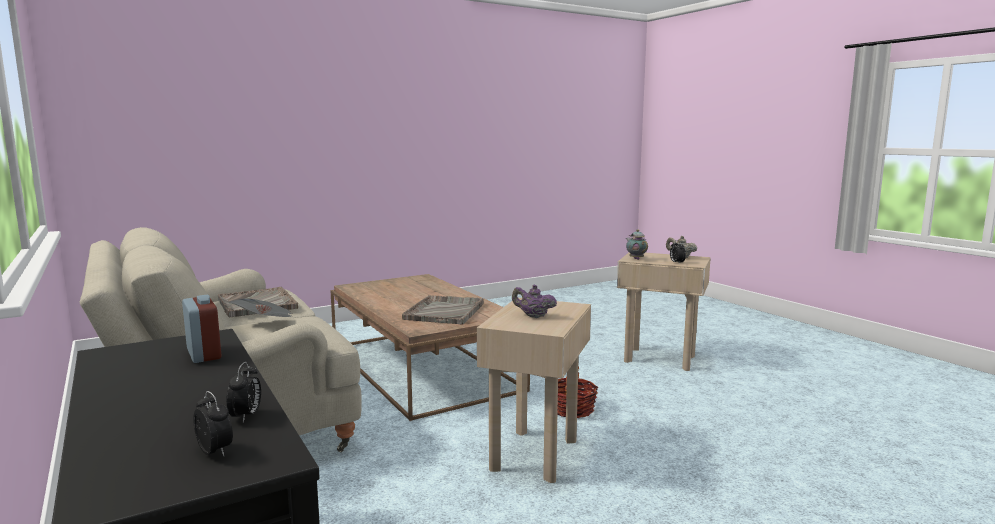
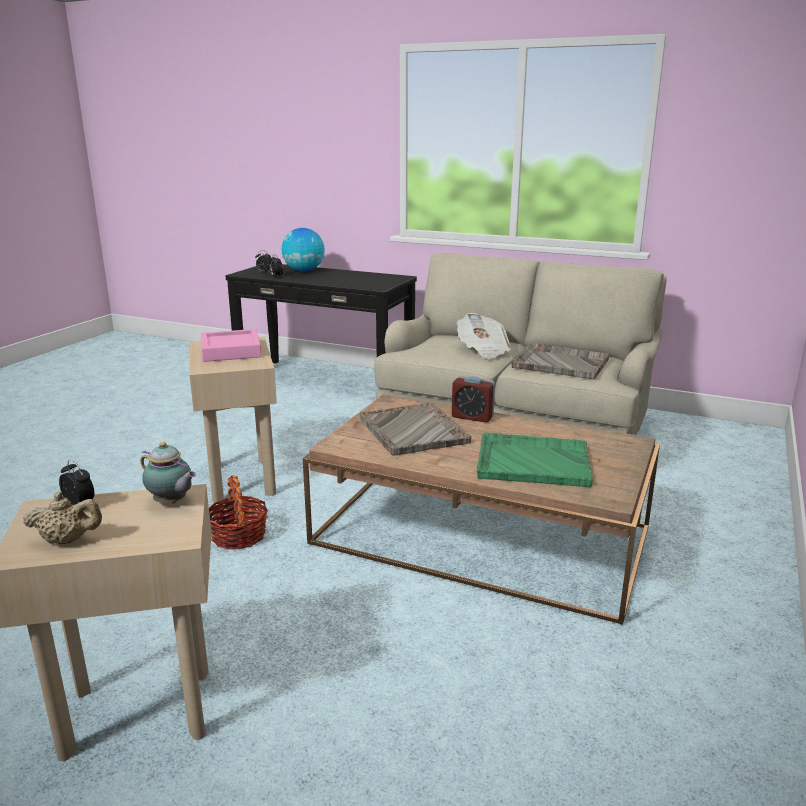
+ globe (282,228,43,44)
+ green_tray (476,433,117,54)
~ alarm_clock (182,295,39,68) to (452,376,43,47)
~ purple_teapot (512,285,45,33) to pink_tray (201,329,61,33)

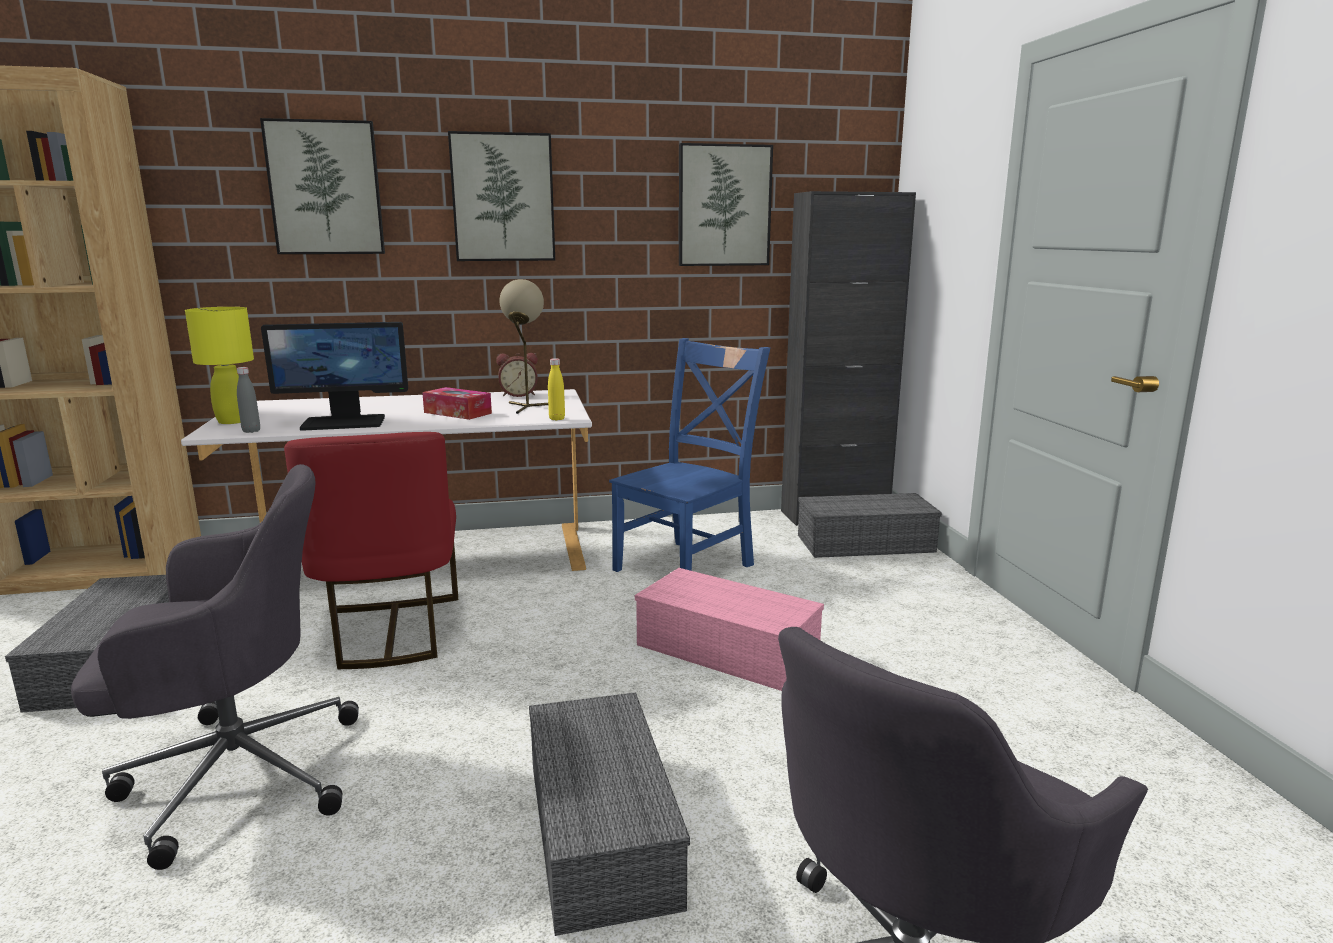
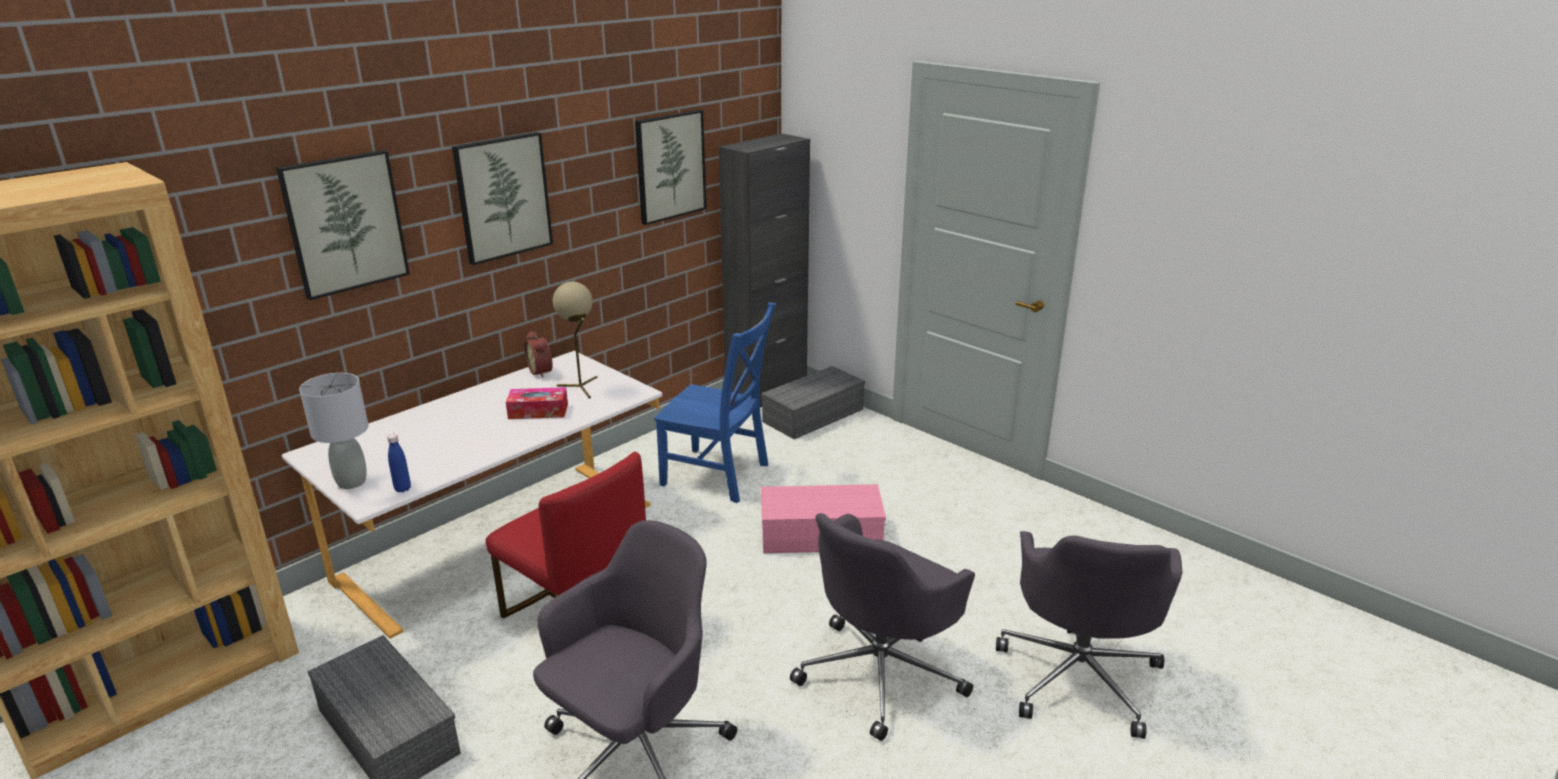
- monitor (261,322,147,109)
- yellow_bottle (548,358,17,62)
~ grey_storage_box (529,692,161,244) to grey_office_chair (790,513,185,228)
~ yellow_table_lamp (185,307,69,117) to grey_table_lamp (299,373,70,116)
~ grey_bottle (237,367,23,66) to blue_bottle (387,434,24,58)
~ alarm_clock (496,353,42,44) = (524,331,29,47) 105 degrees clockwise
~ blue_chair (609,338,161,234) = (654,303,122,200) 105 degrees clockwise

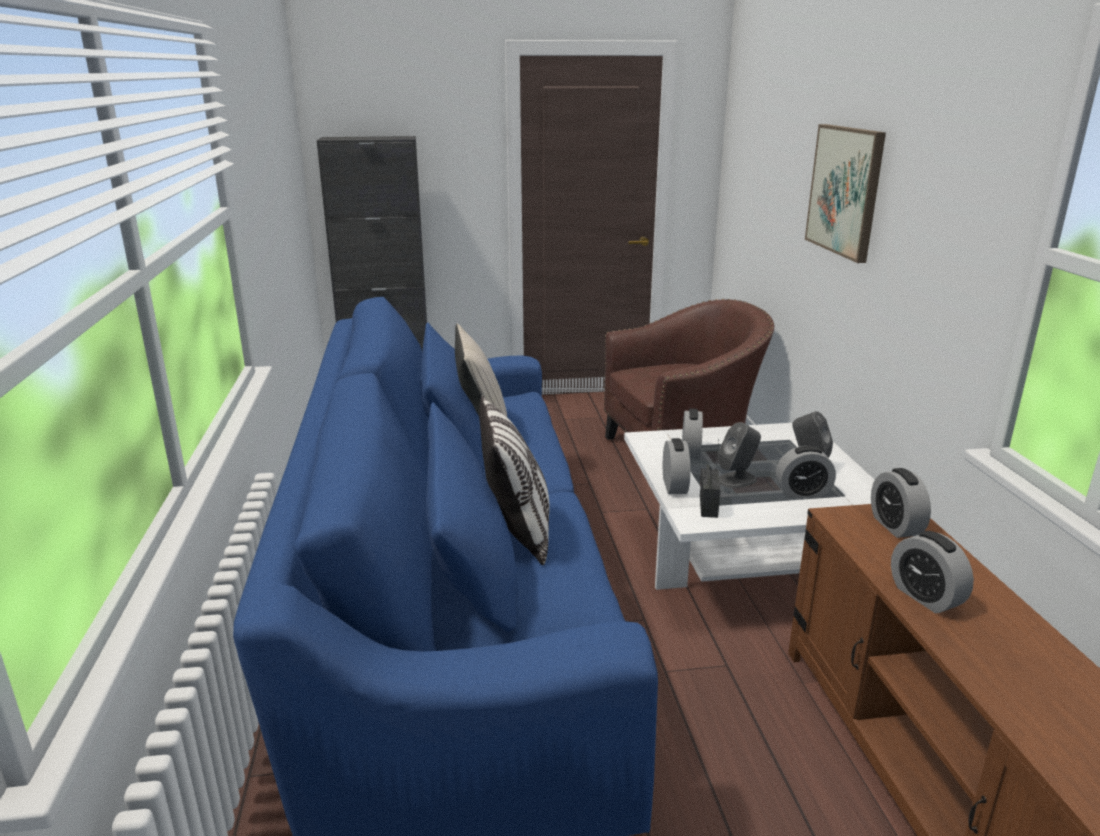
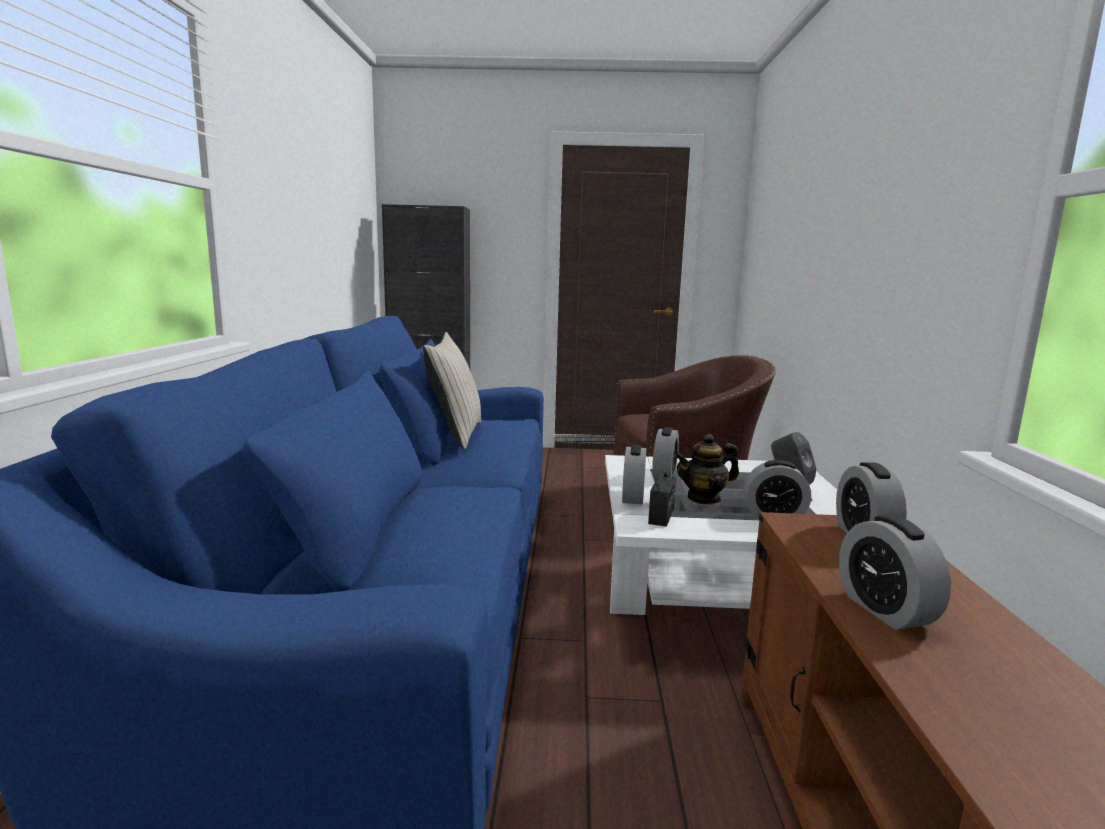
- pillow (479,395,70,170)
- picture (805,124,81,139)
~ grey_speaker (718,422,43,66) to teapot (675,434,64,71)

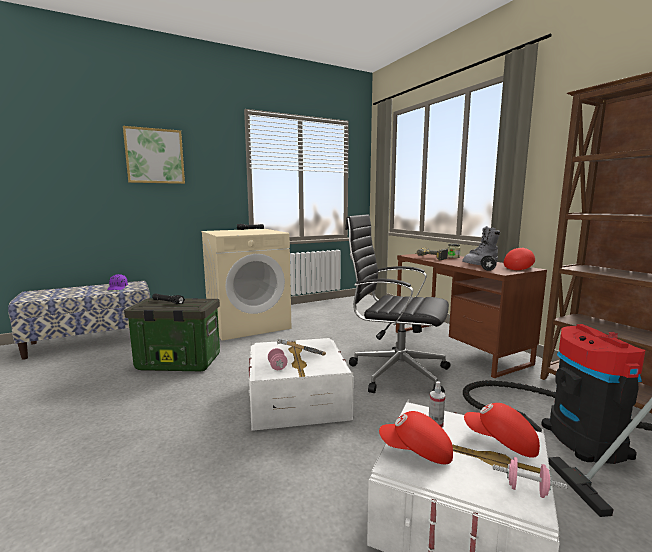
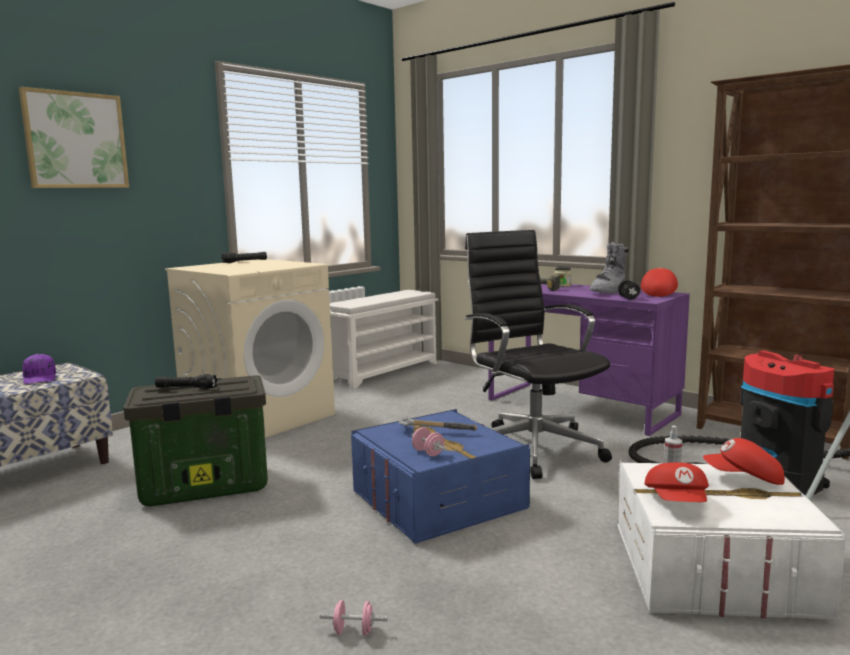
+ white_shoe_rack (330,290,108,99)
~ pink_dumbbell (493,457,74,41) to (319,600,69,36)
~ white_storage_box (249,337,105,94) to blue_storage_box (351,409,179,135)
~ brown_desk (396,254,151,124) to purple_desk (488,284,202,152)
~ black_office_chair (345,214,105,179) = (465,230,147,249) 60 degrees clockwise
~ red_cap (379,411,74,53) = (644,462,65,40) 75 degrees counterclockwise

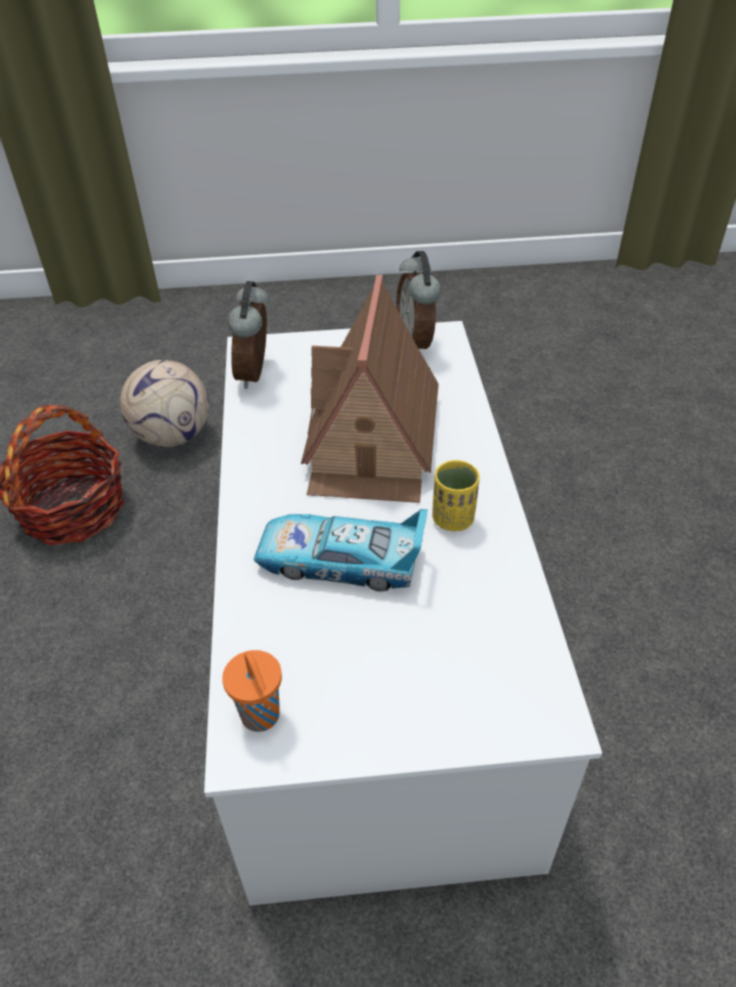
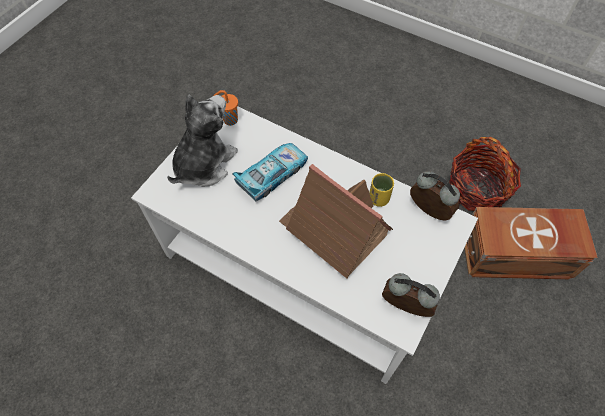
+ plush_toy (167,95,71,92)
~ yellow_cup (432,460,48,71) to (369,173,25,34)
~ football (120,360,89,87) to brown_storage_box (464,207,134,73)

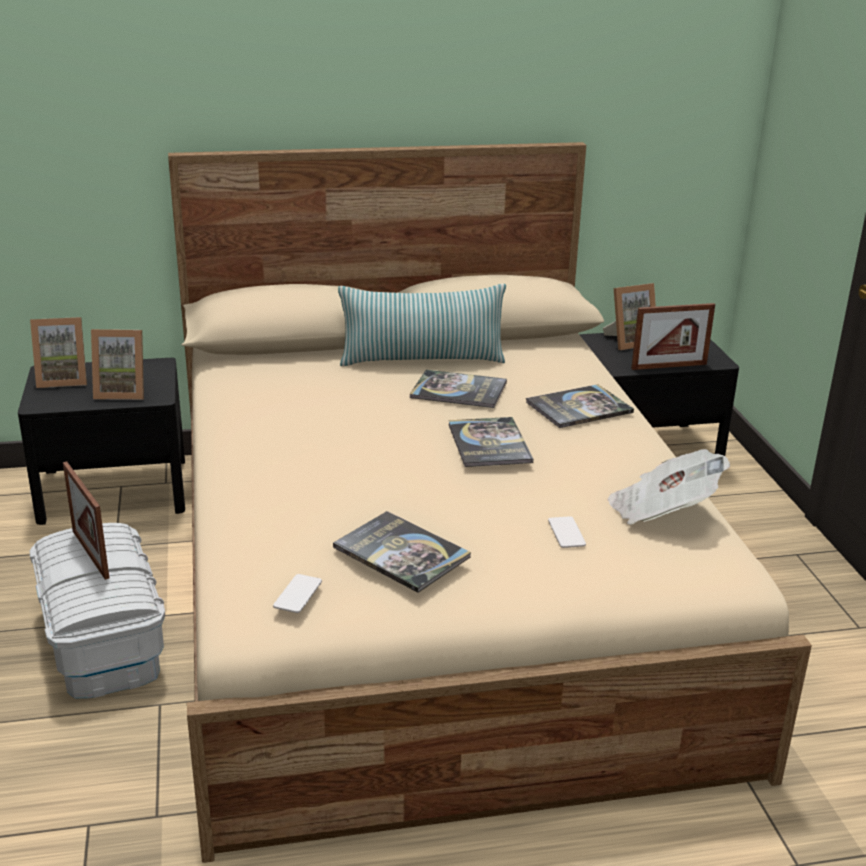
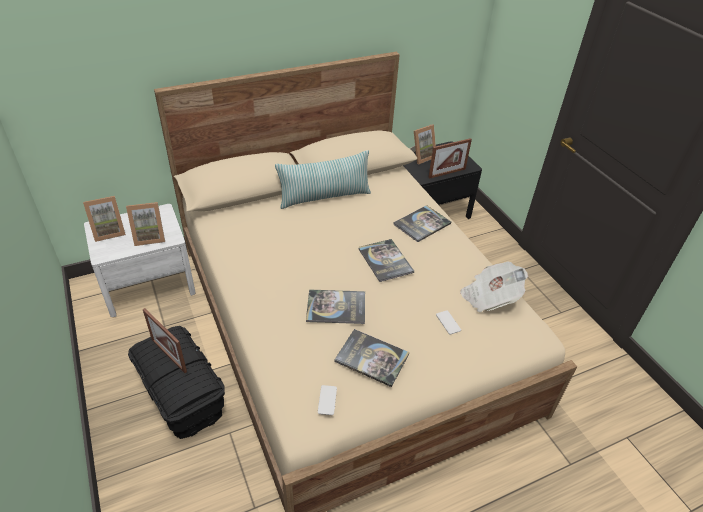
~ book (410,370,97,38) to (306,289,59,35)
~ black_nightstand (18,358,167,167) to white_nightstand (84,204,112,113)
~ white_storage_box (30,523,135,176) to black_storage_box (128,326,97,113)

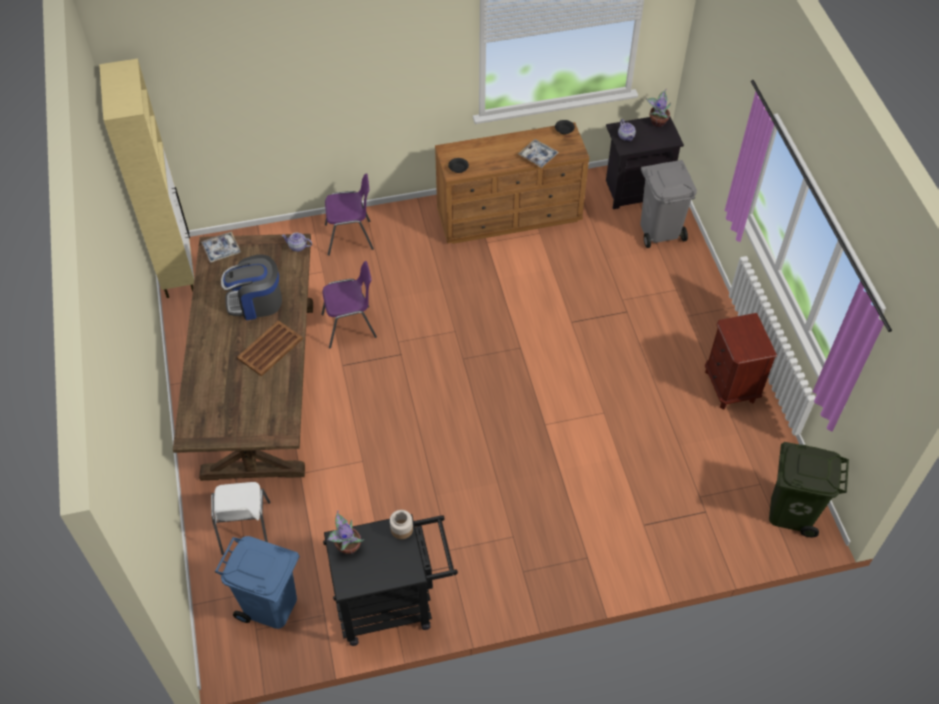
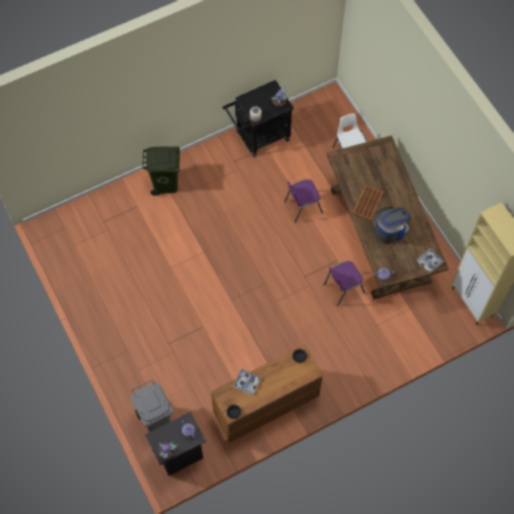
- blue_trash_can (215,536,84,93)
- brown_nightstand (705,313,72,96)
~ purple_chair (325,173,49,83) to (285,179,38,44)
~ green_trash_can (769,442,80,95) to (142,146,38,50)

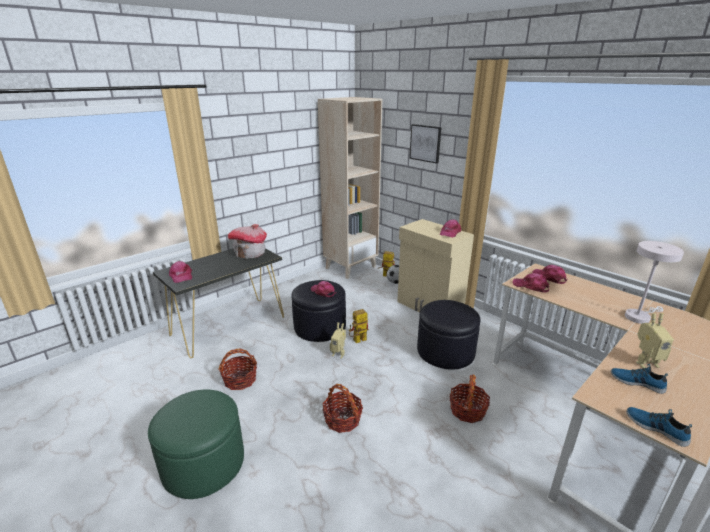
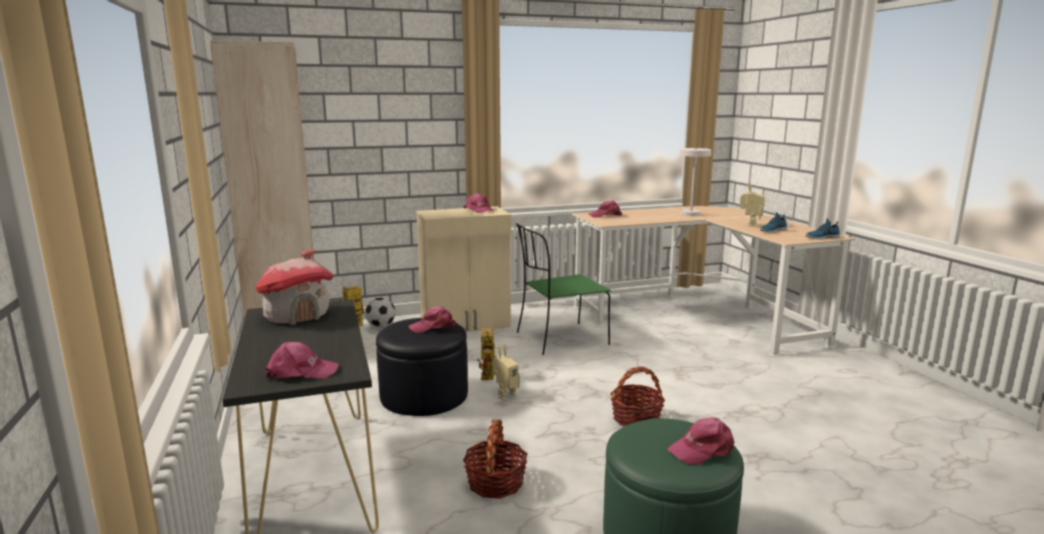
- picture (409,124,33,40)
- basket (450,374,40,49)
~ pink_cap (512,273,38,20) to (667,417,68,48)
~ black_ottoman (417,300,63,70) to green_chair (516,223,95,132)

